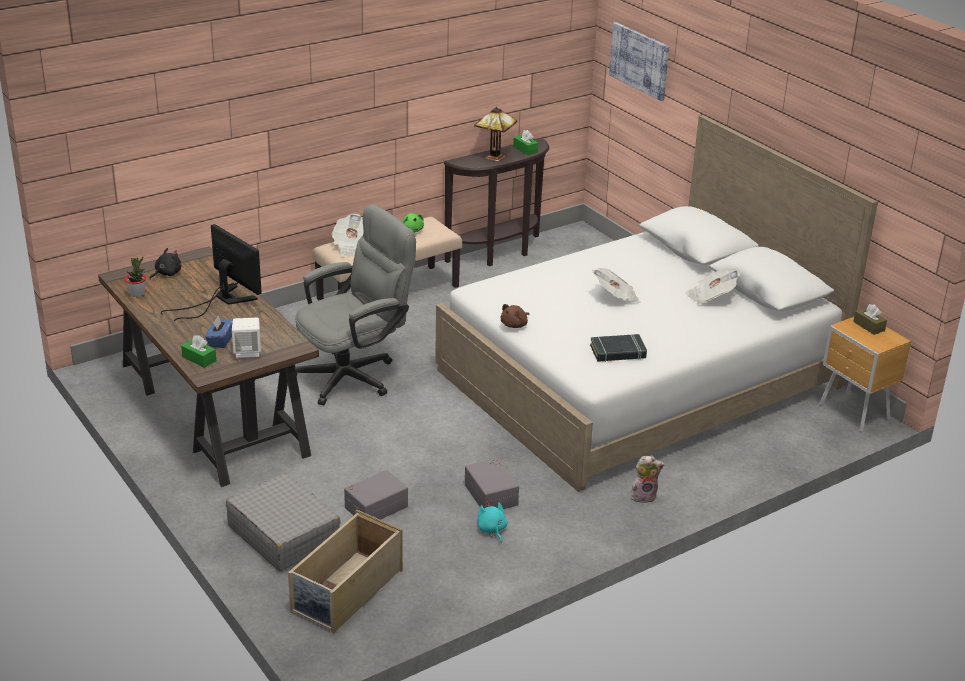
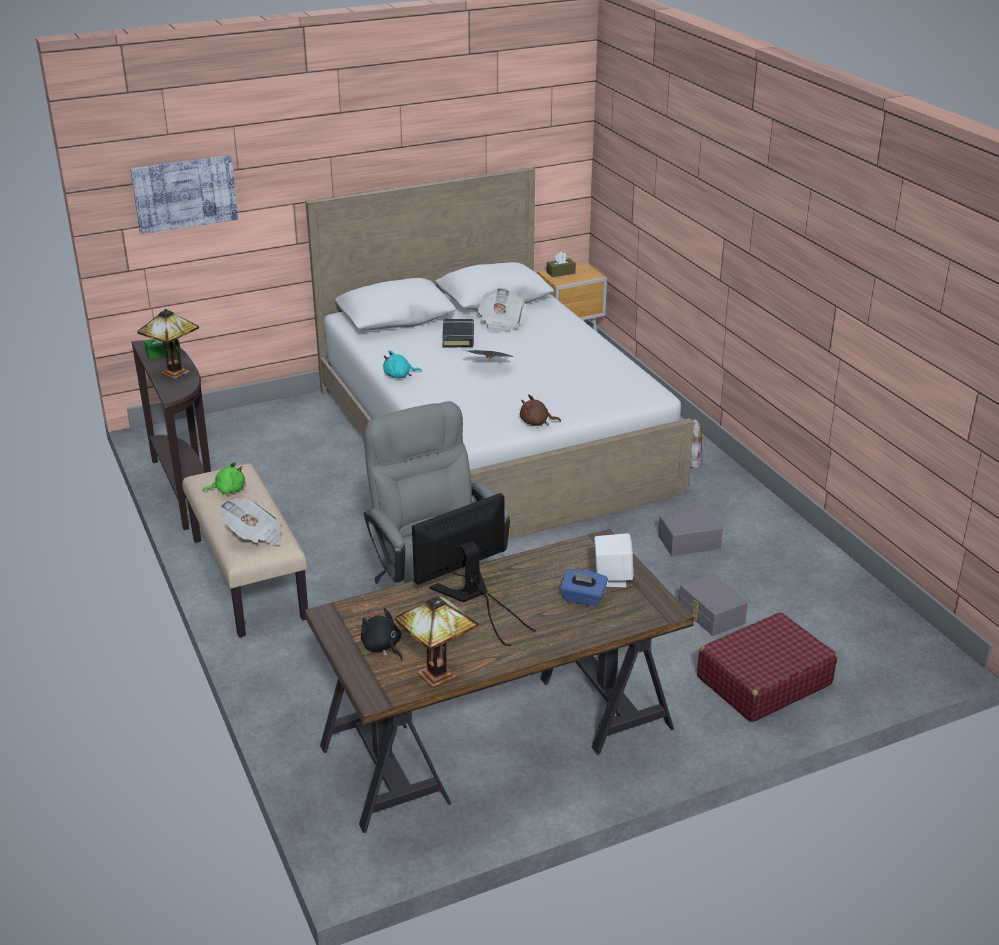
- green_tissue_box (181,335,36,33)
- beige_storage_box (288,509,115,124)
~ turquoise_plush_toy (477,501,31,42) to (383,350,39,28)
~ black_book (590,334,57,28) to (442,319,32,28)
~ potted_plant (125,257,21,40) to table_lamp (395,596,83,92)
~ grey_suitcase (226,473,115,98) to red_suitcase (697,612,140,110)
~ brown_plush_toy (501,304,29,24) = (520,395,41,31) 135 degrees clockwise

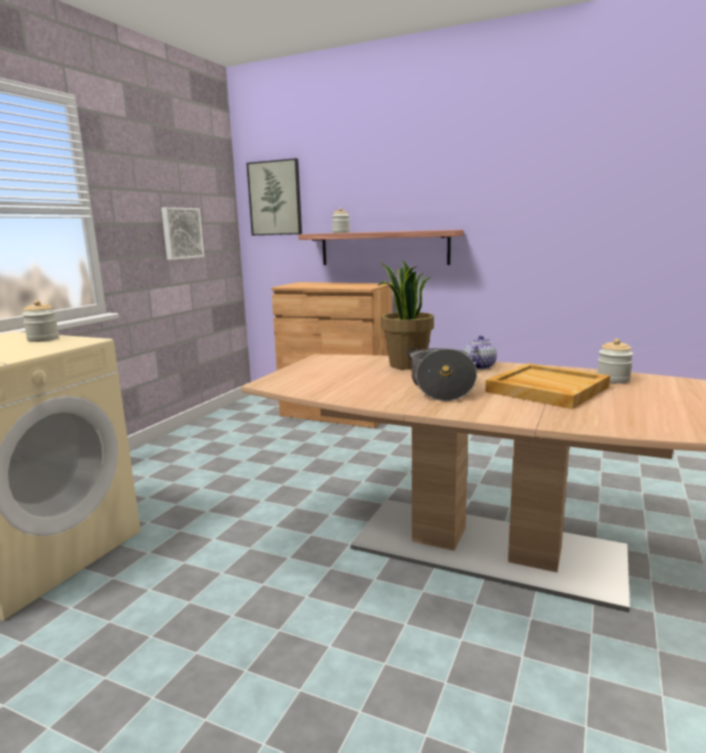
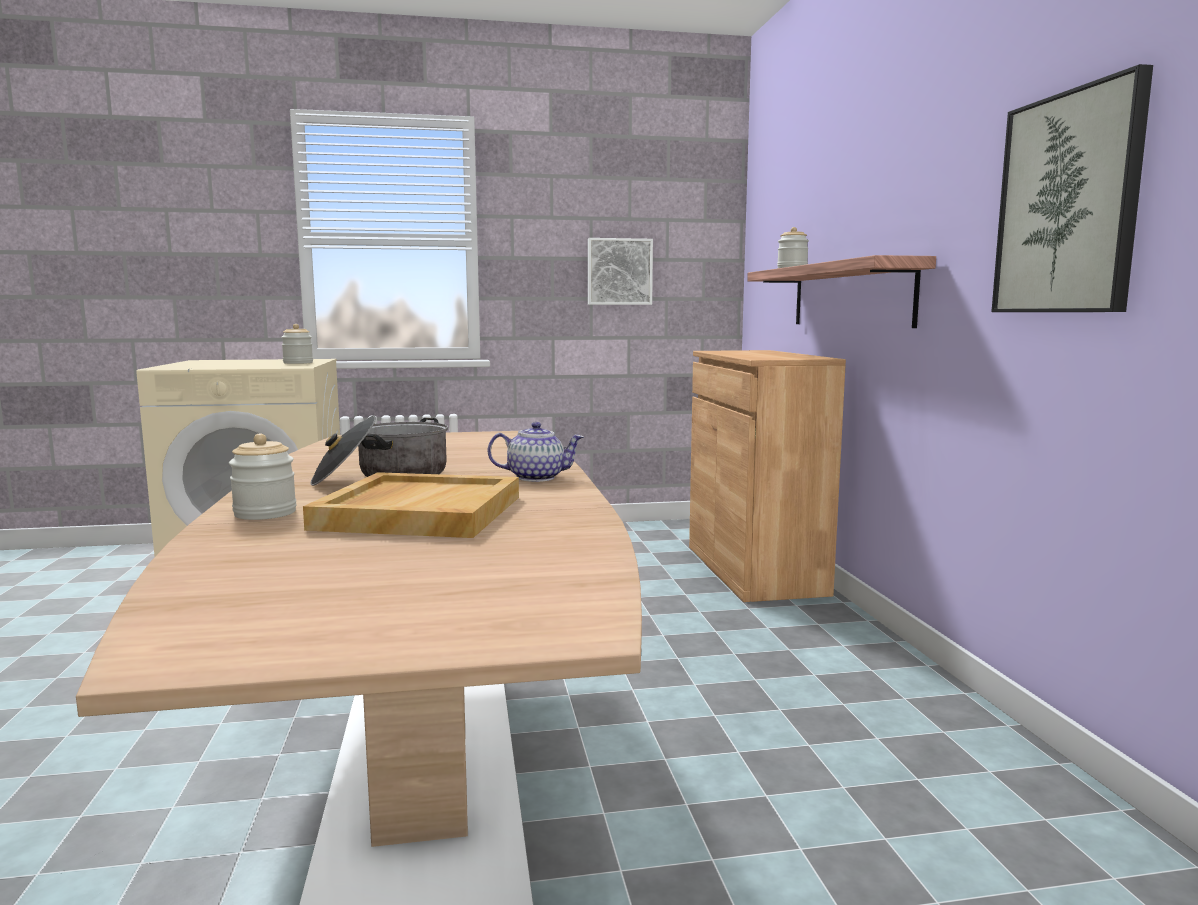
- potted_plant (378,260,56,110)
~ picture (247,158,55,77) to (991,64,162,248)
~ jar (597,339,36,45) to (229,434,68,86)

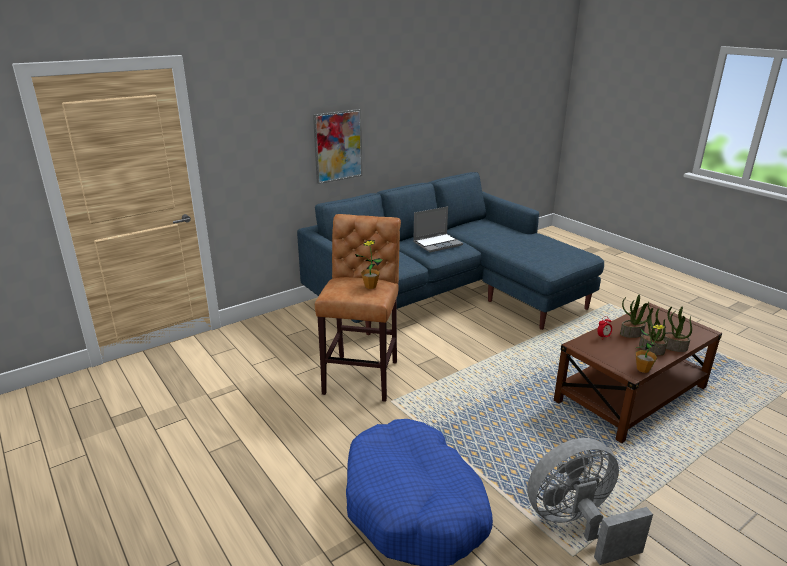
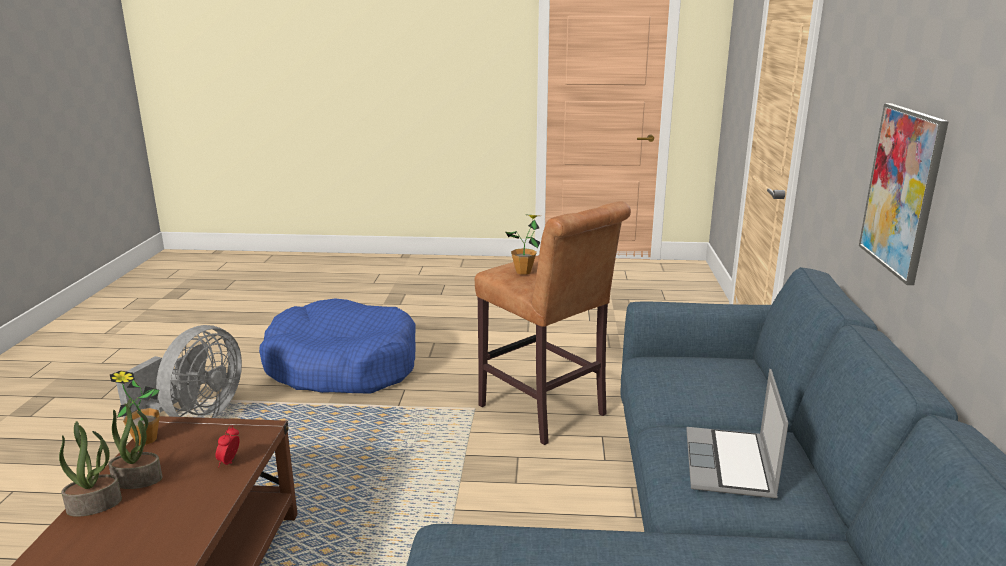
- potted_plant (620,295,30,43)

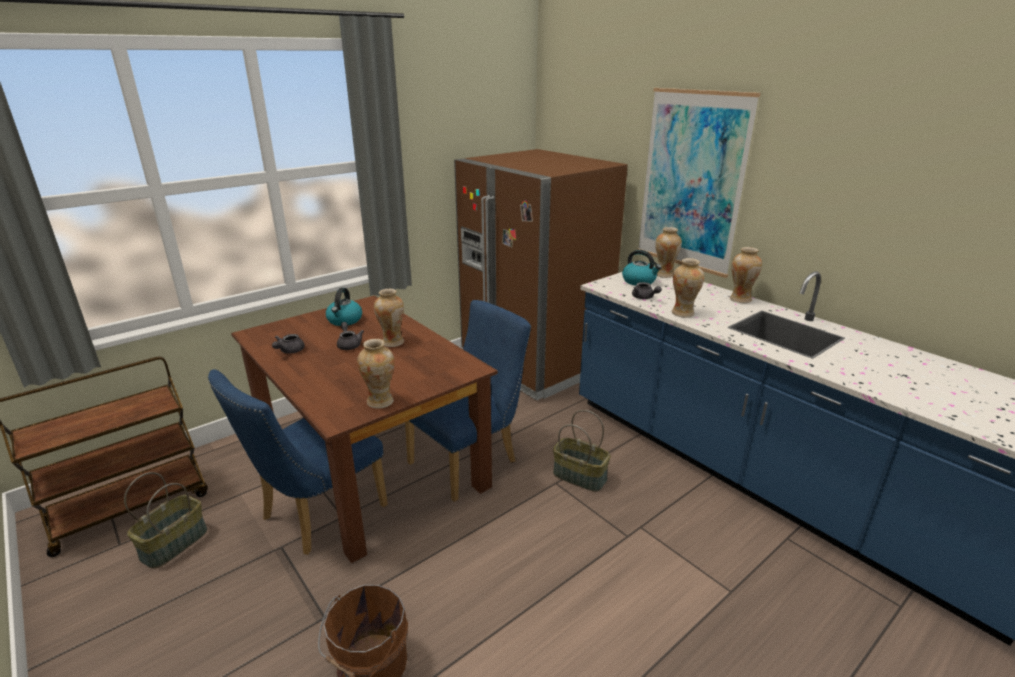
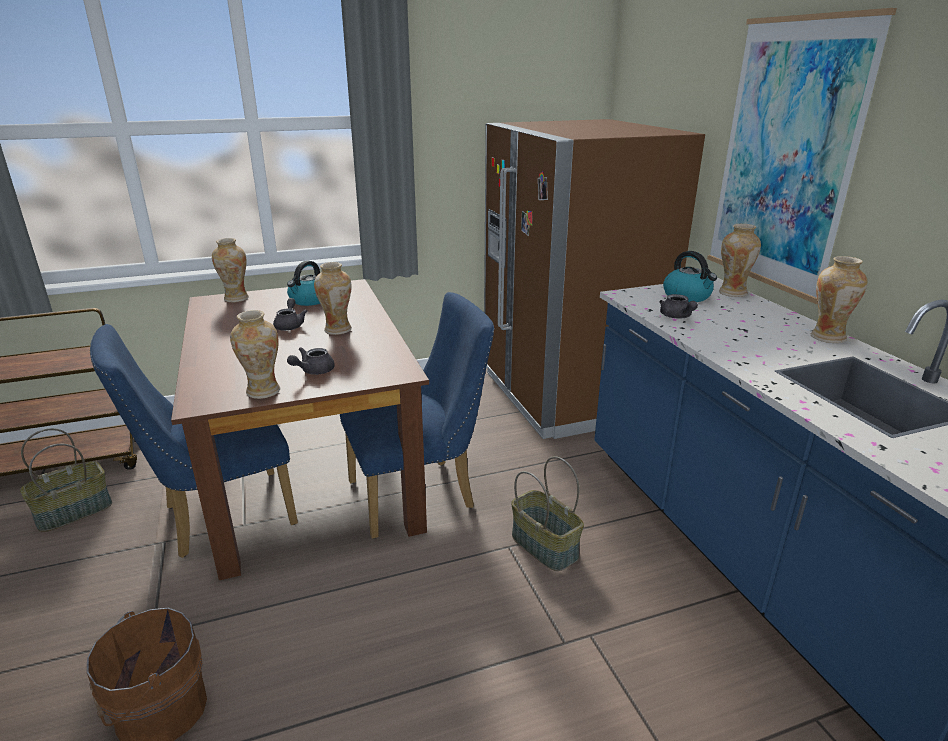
~ grey_teapot (272,334,33,20) to (287,347,48,28)
~ vase (672,258,32,60) to (212,238,37,64)

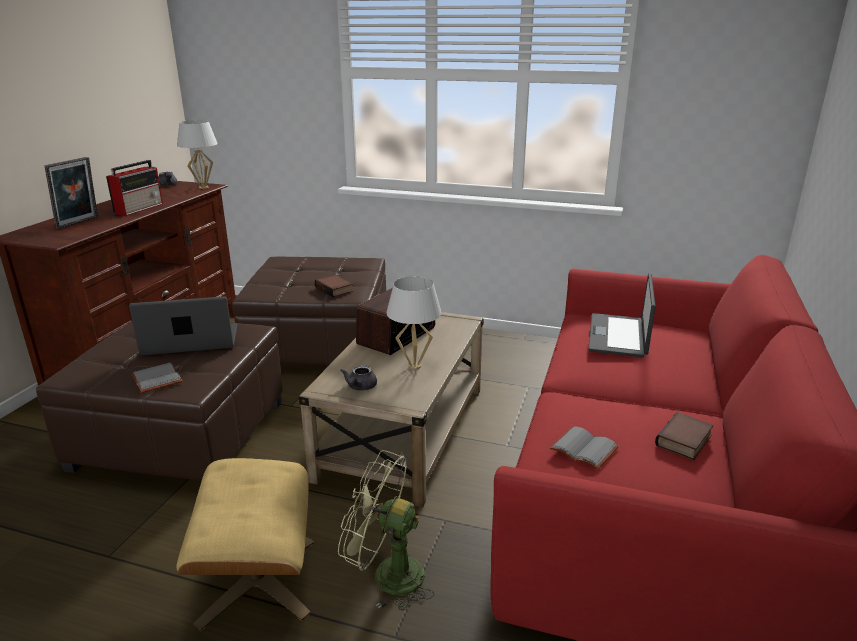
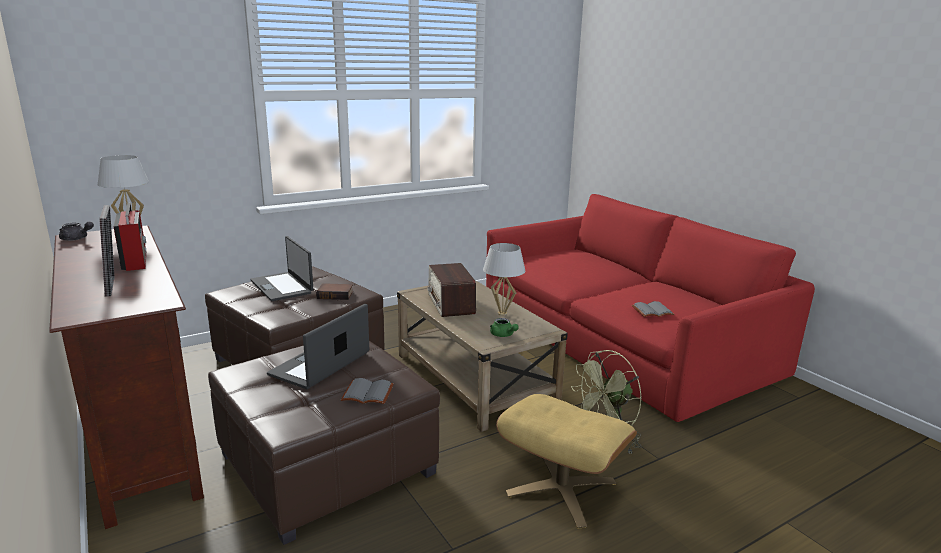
- book (655,412,59,48)
~ laptop (588,273,68,85) to (251,236,63,65)
~ grey_teapot (340,365,37,26) to green_teapot (490,318,29,19)

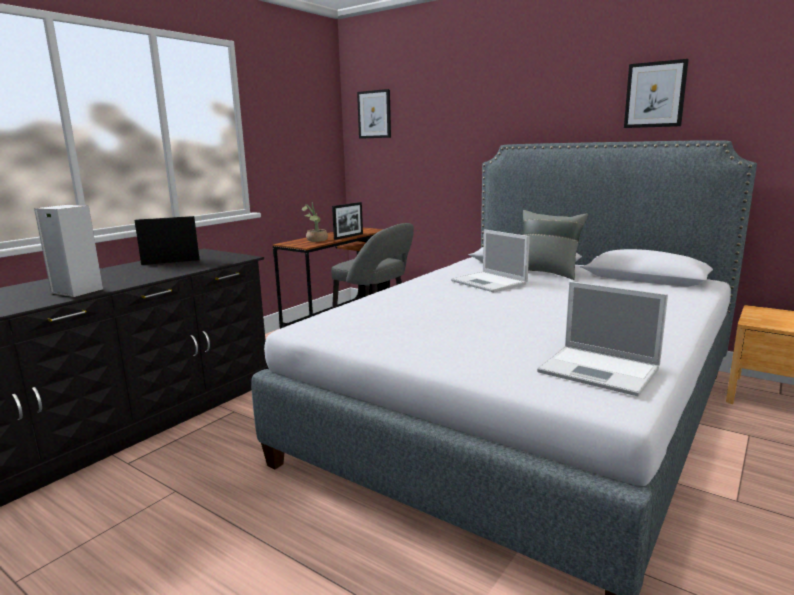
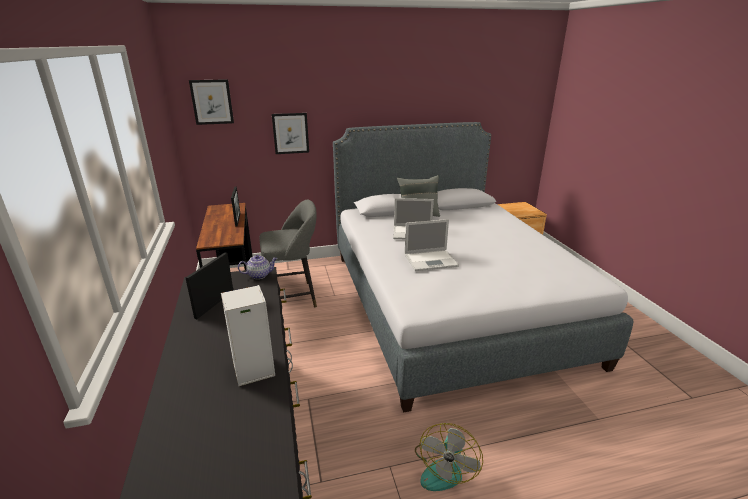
- potted_plant (302,202,26,40)
+ teapot (238,255,39,24)
+ fan (415,423,68,68)
~ laptop (537,281,131,115) to (405,219,54,52)
~ picture (624,59,65,69) to (272,113,37,41)

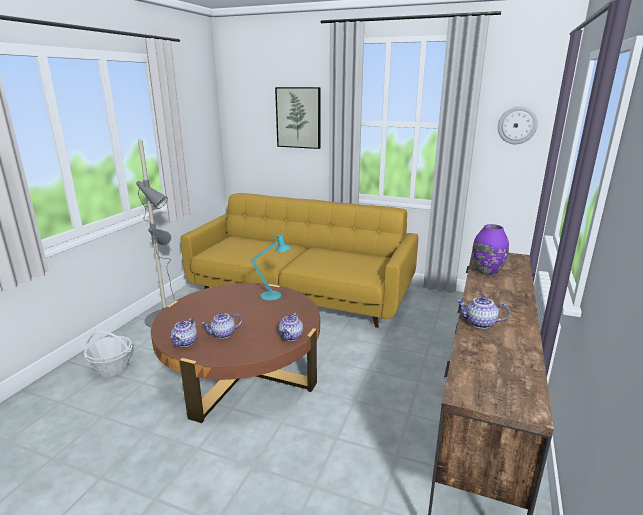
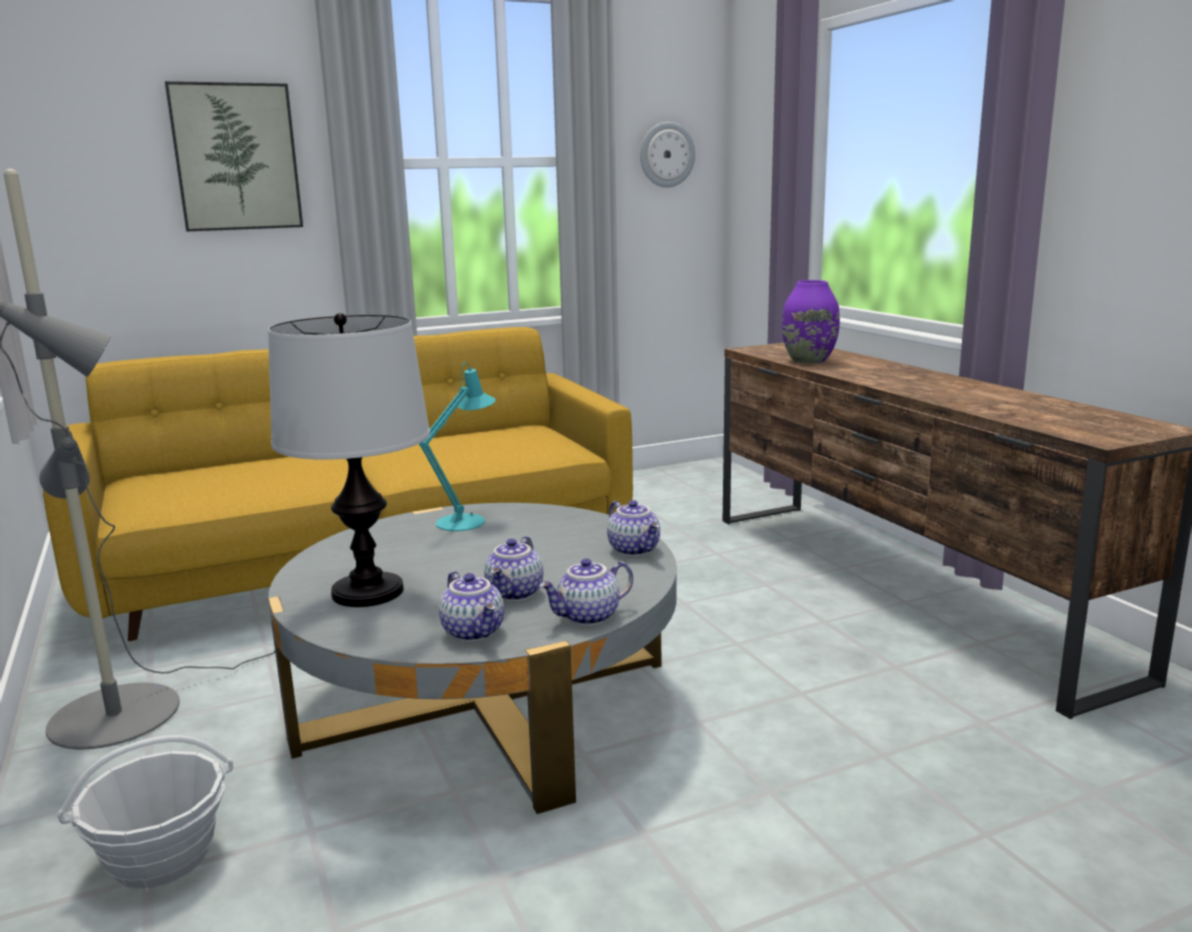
+ table_lamp (268,313,162,294)
~ teapot (457,296,53,33) to (539,559,94,67)
~ brown_coffee_table (151,283,169,140) to grey_coffee_table (268,503,409,311)

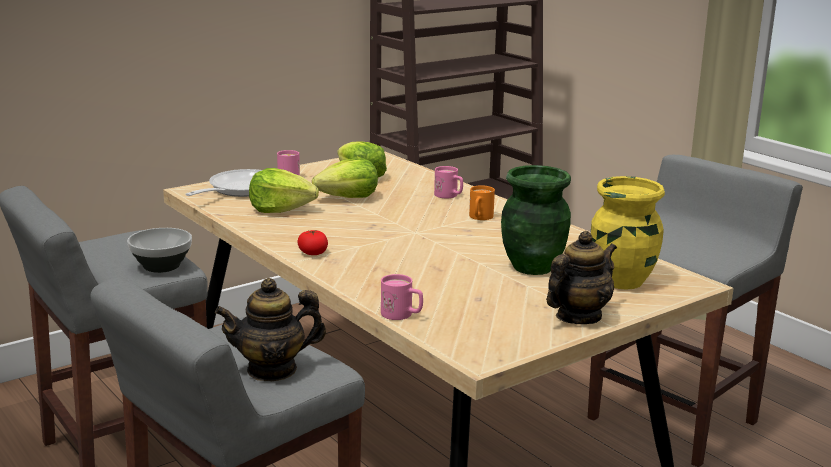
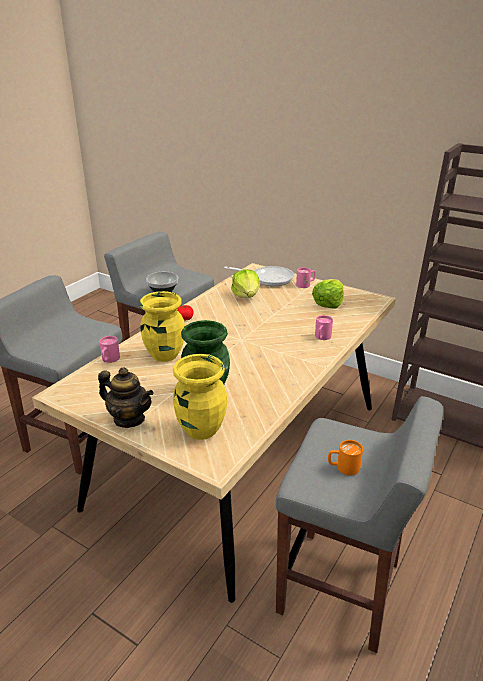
- teapot (215,278,111,103)
- lettuce (312,159,66,39)
+ yellow_vase (140,291,45,71)
~ orange_mug (469,185,26,35) to (328,440,35,35)

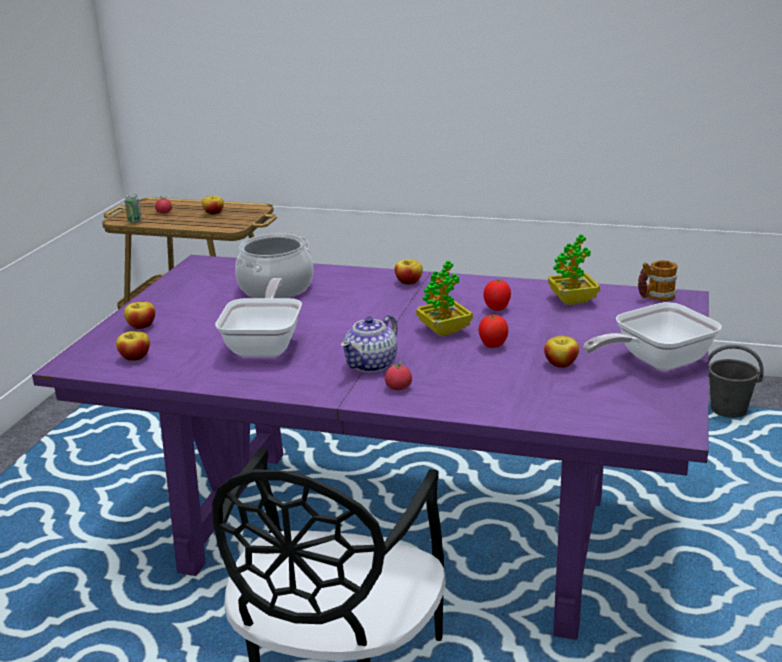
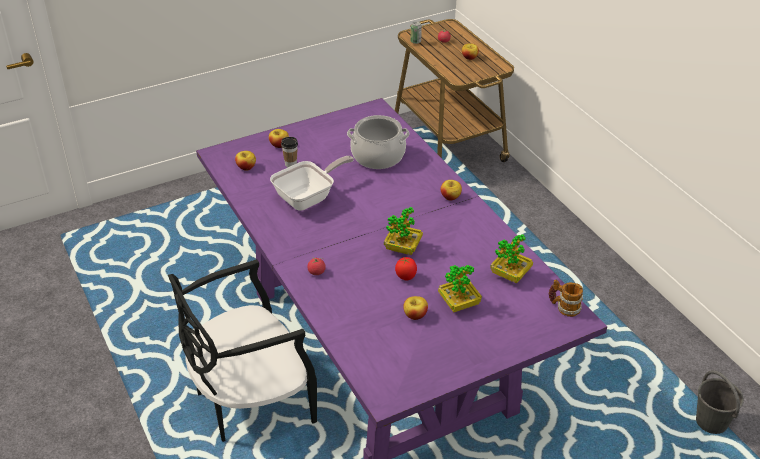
- teapot (341,315,57,58)
- tomato (484,279,27,32)
- frying_pan (584,302,138,69)
+ cup (281,137,17,30)
+ potted_plant (438,265,44,48)

